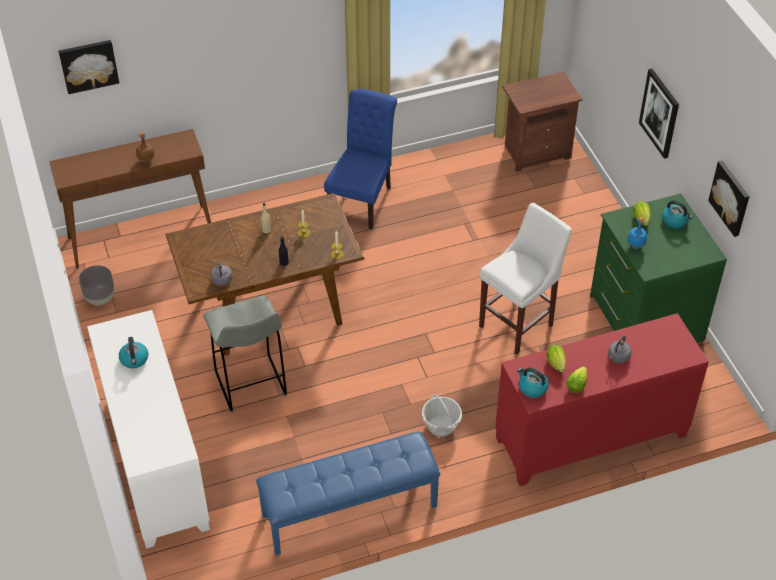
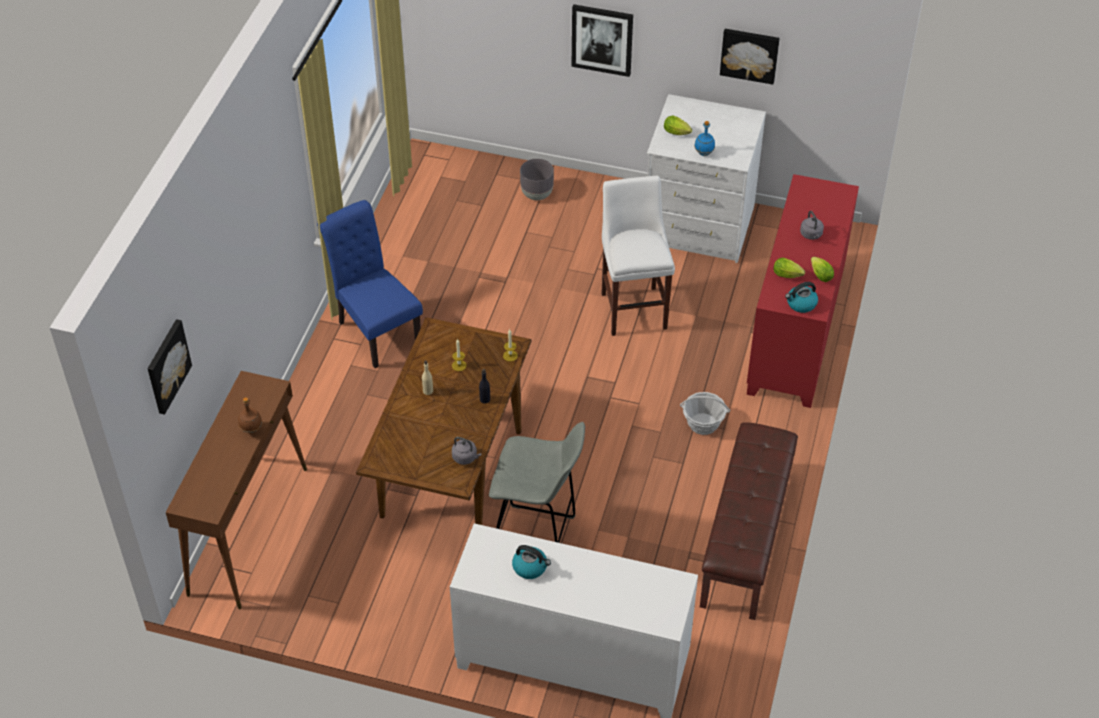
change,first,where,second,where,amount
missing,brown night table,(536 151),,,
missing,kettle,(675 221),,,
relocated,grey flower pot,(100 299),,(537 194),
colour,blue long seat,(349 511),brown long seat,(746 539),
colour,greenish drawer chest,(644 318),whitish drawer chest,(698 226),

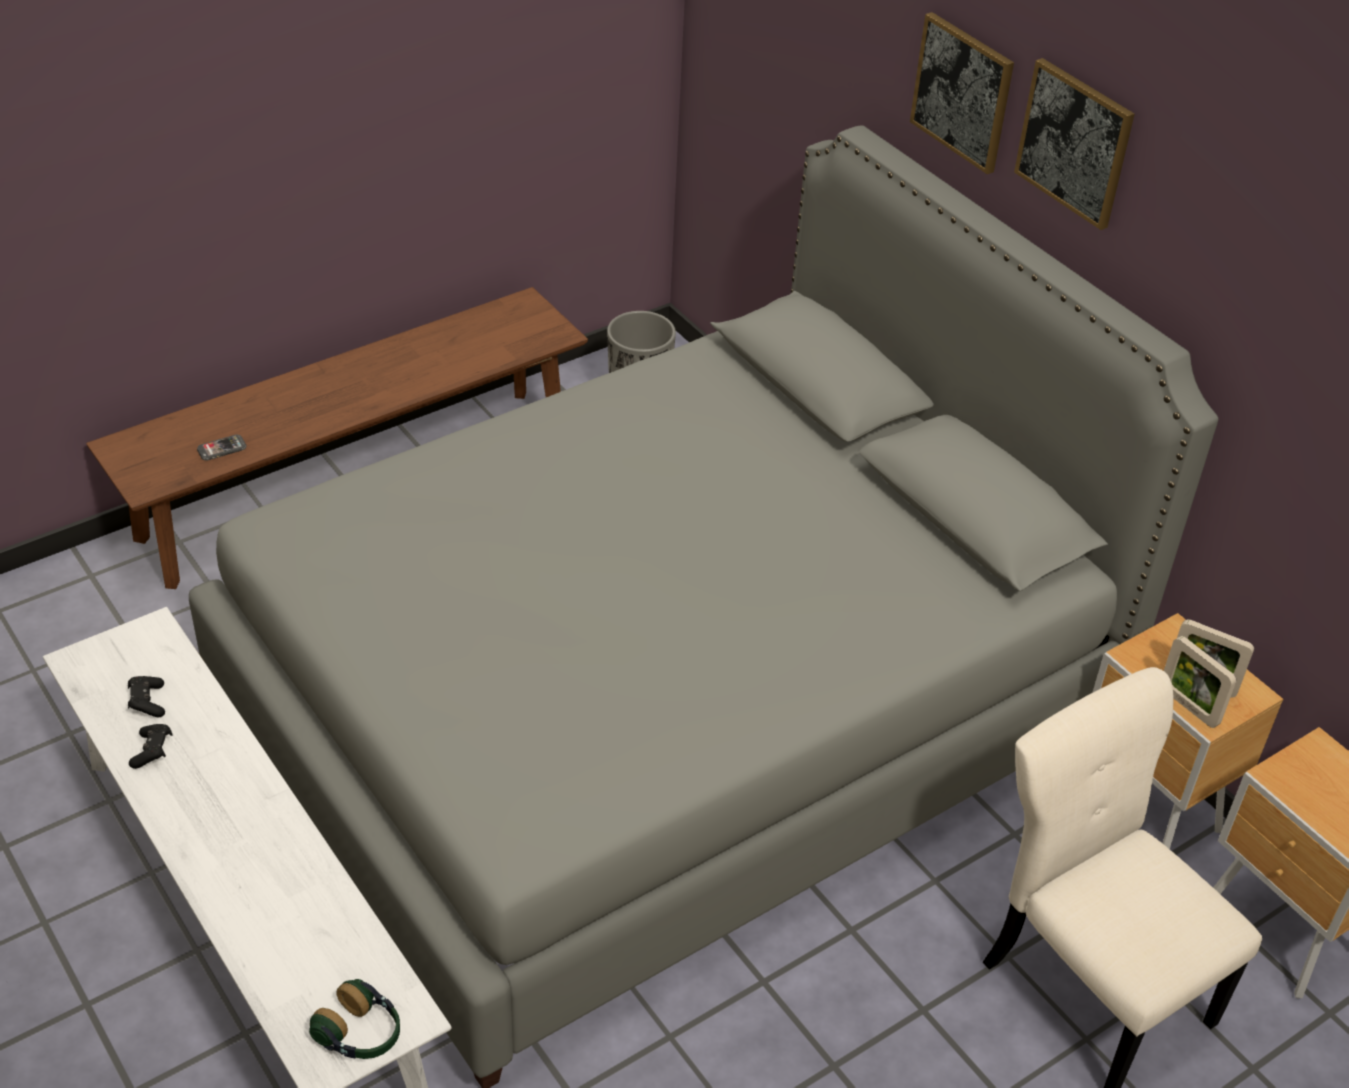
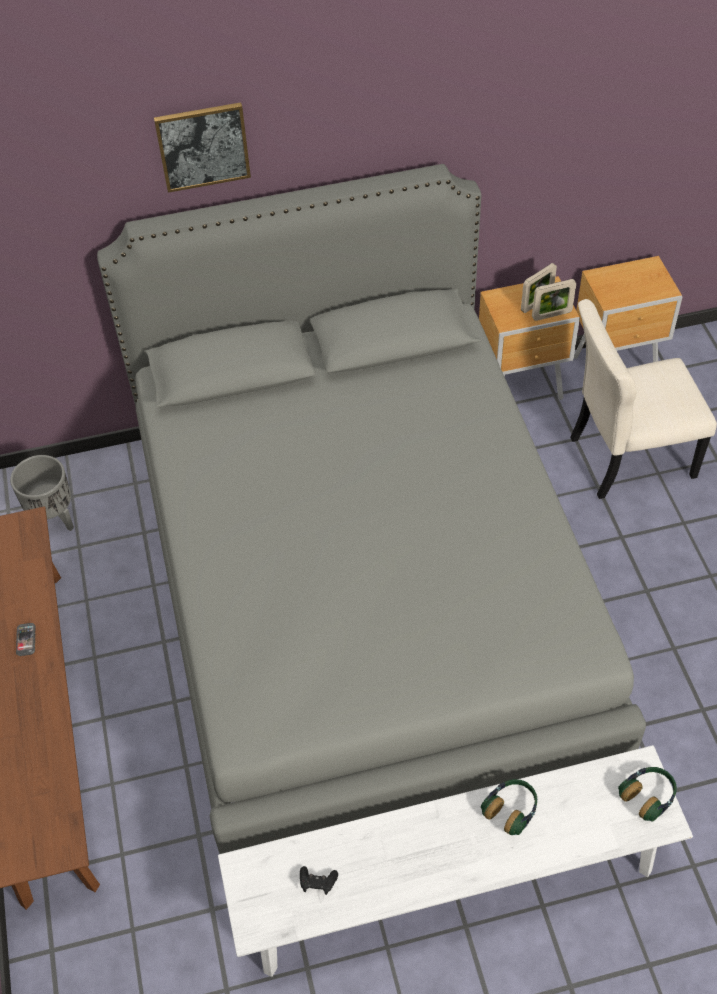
change,first,where,second,where,amount
missing,black-coloured joypad,(152 751),,,
missing,wall picture,(1075 143),,,
appeared,,,headset,(511 809),
relocated,phone,(222 449),,(26 640),

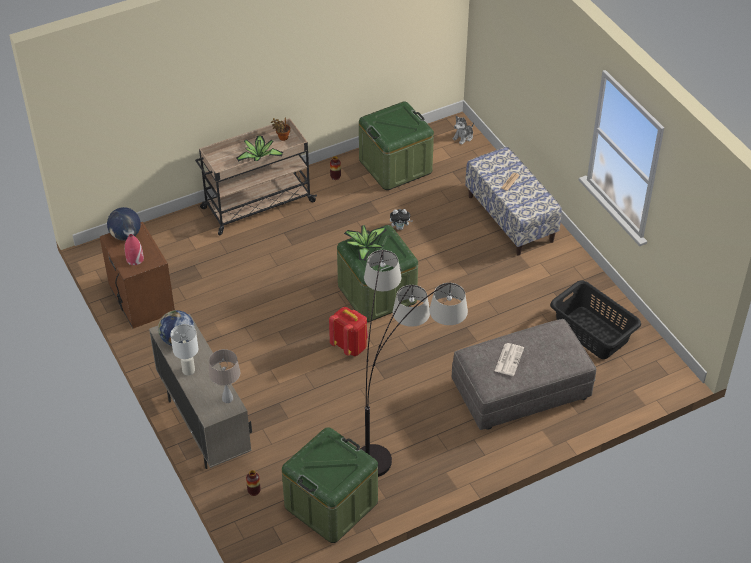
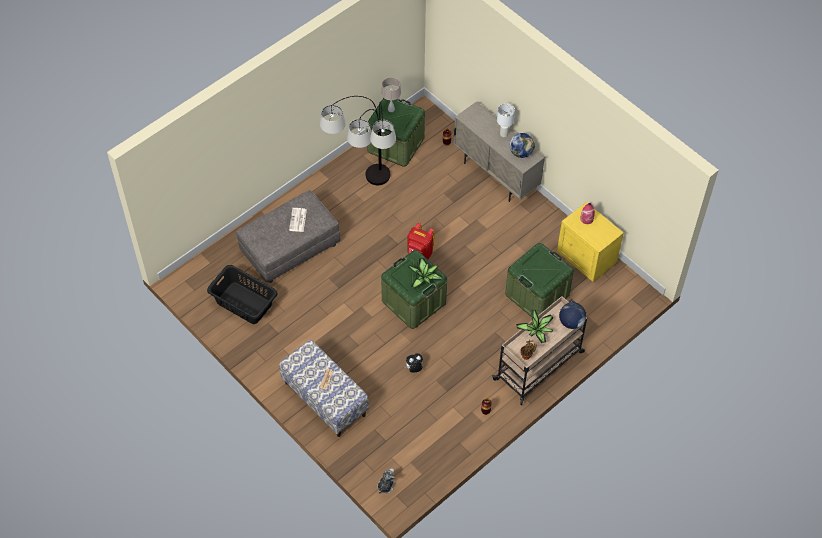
change,first,where,second,where,amount
relocated,world globe,(126 235),,(571 322),
relocated,beige table lamp,(227 398),,(391 109),
relocated,greenish storage box,(395 166),,(537 294),
colour,brown night table,(140 300),yellow-coloured night table,(587 258),

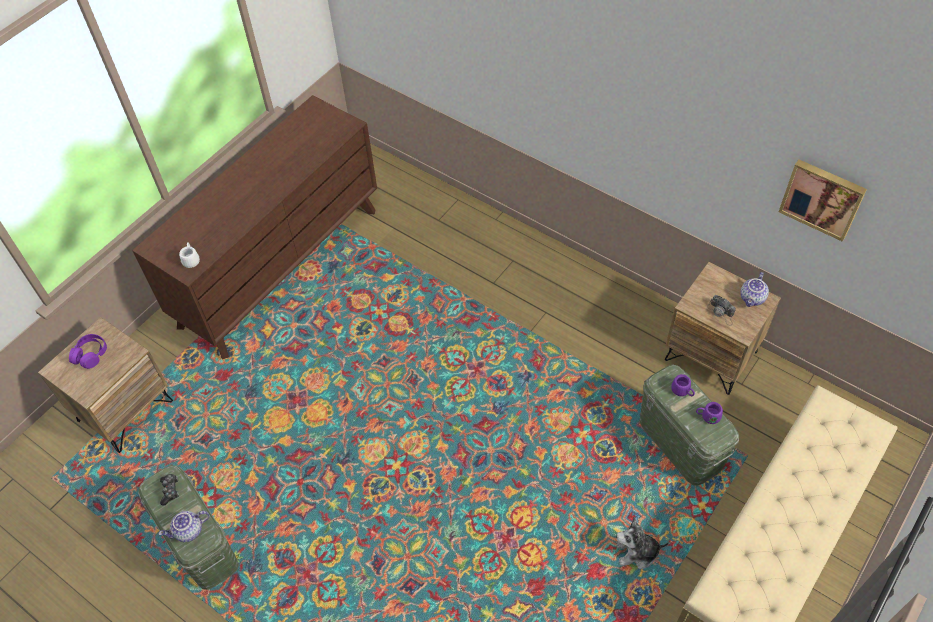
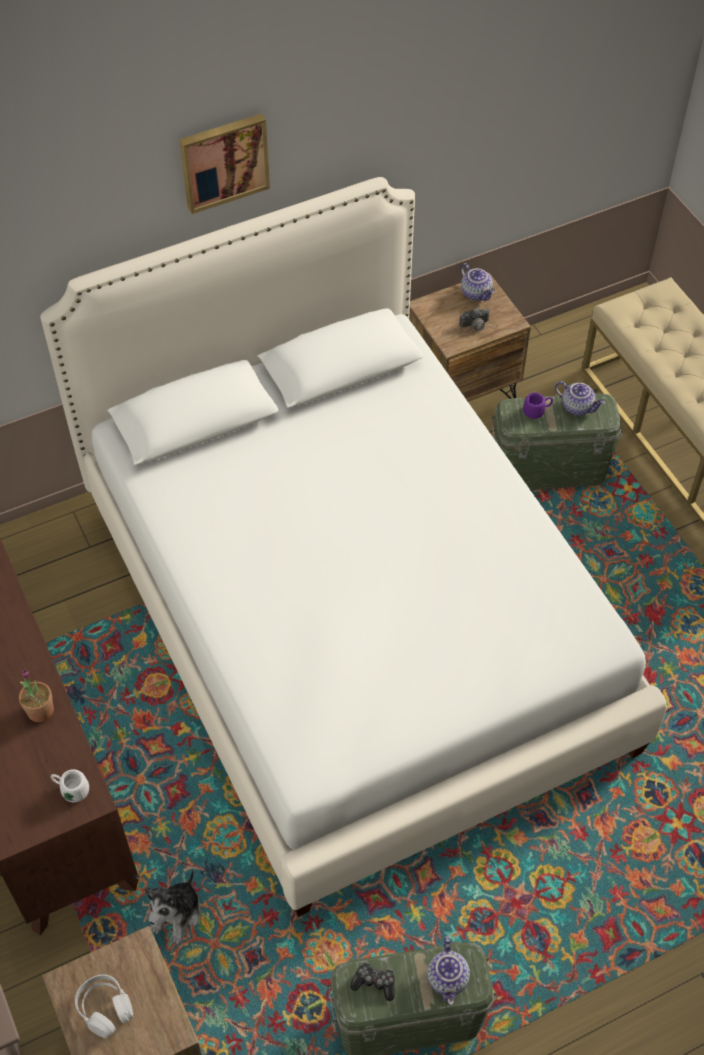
change,first,where,second,where,amount
appeared,,,plant in a pot,(40 711),
appeared,,,whitish bed,(352 618),
relocated,soft toy,(637 552),,(177 914),
relocated,wall picture,(822 198),,(223 161),
exchanged,purple tea mug,(707 416),teapot,(577 406),
colour,purple headset,(90 354),whitish headset,(105 1008),

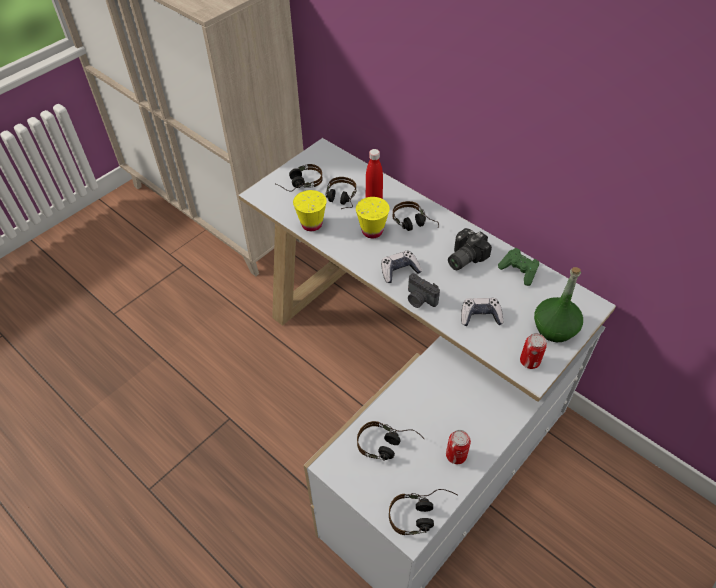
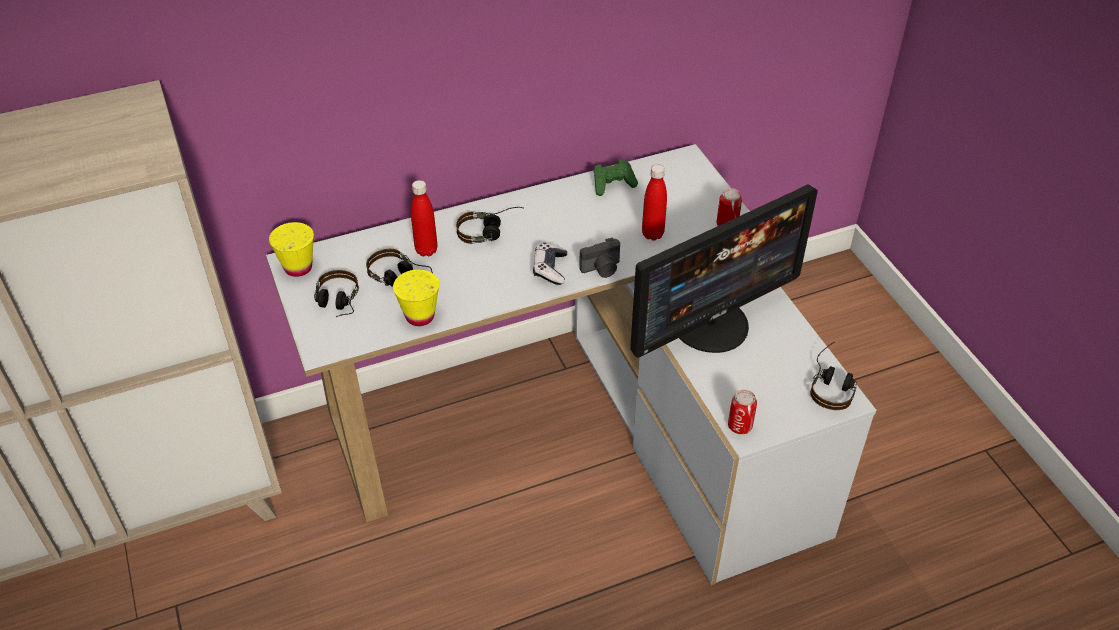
change,first,where,second,where,amount
missing,headset,(389 446),,,
missing,still camera,(463 257),,,
missing,greenish bottle,(554 328),,,
appeared,,,computer screen,(711 324),
relocated,yellow-coloured cup,(372 231),,(298 267),
relocated,sealed can,(456 455),,(739 426),
exchanged,joypad,(480 316),reddish bottle,(652 234),

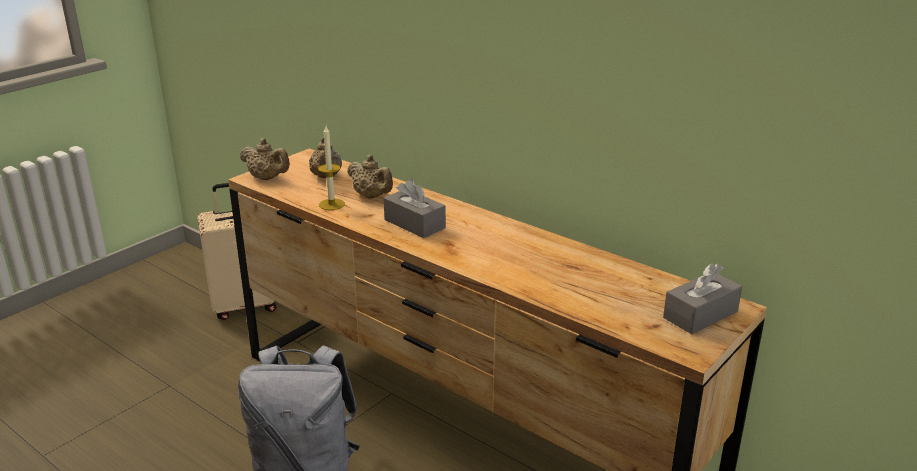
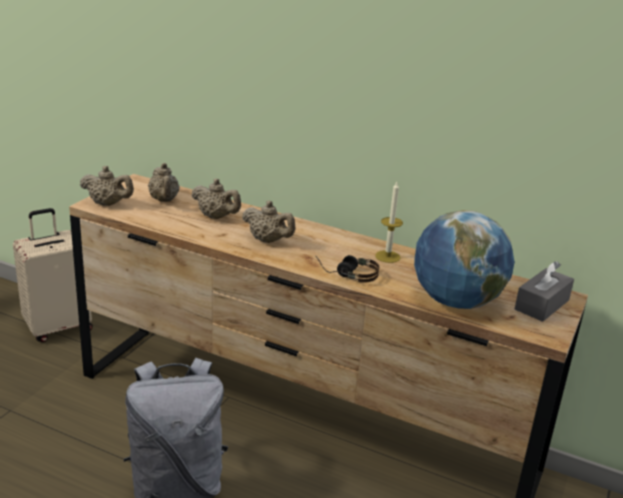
change,first,where,second,where,amount
appeared,,,headset,(347 274),
appeared,,,world globe,(456 302),
relocated,wax candle,(331 204),,(387 256),
exchanged,grey tissue holder,(414 224),beige teapot,(268 240),

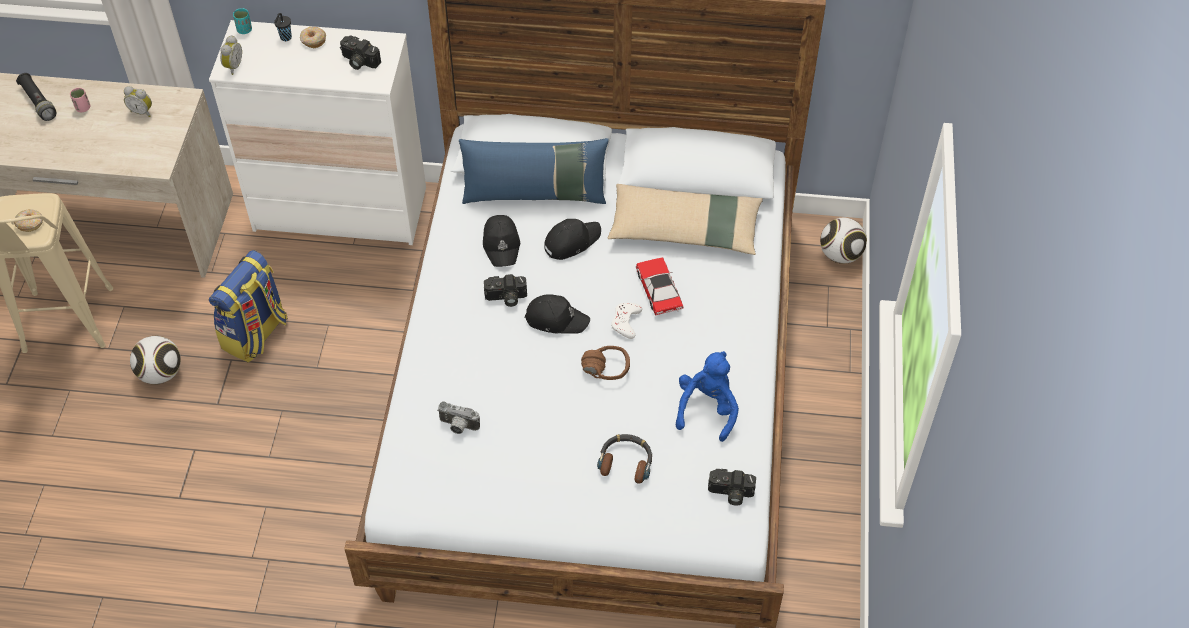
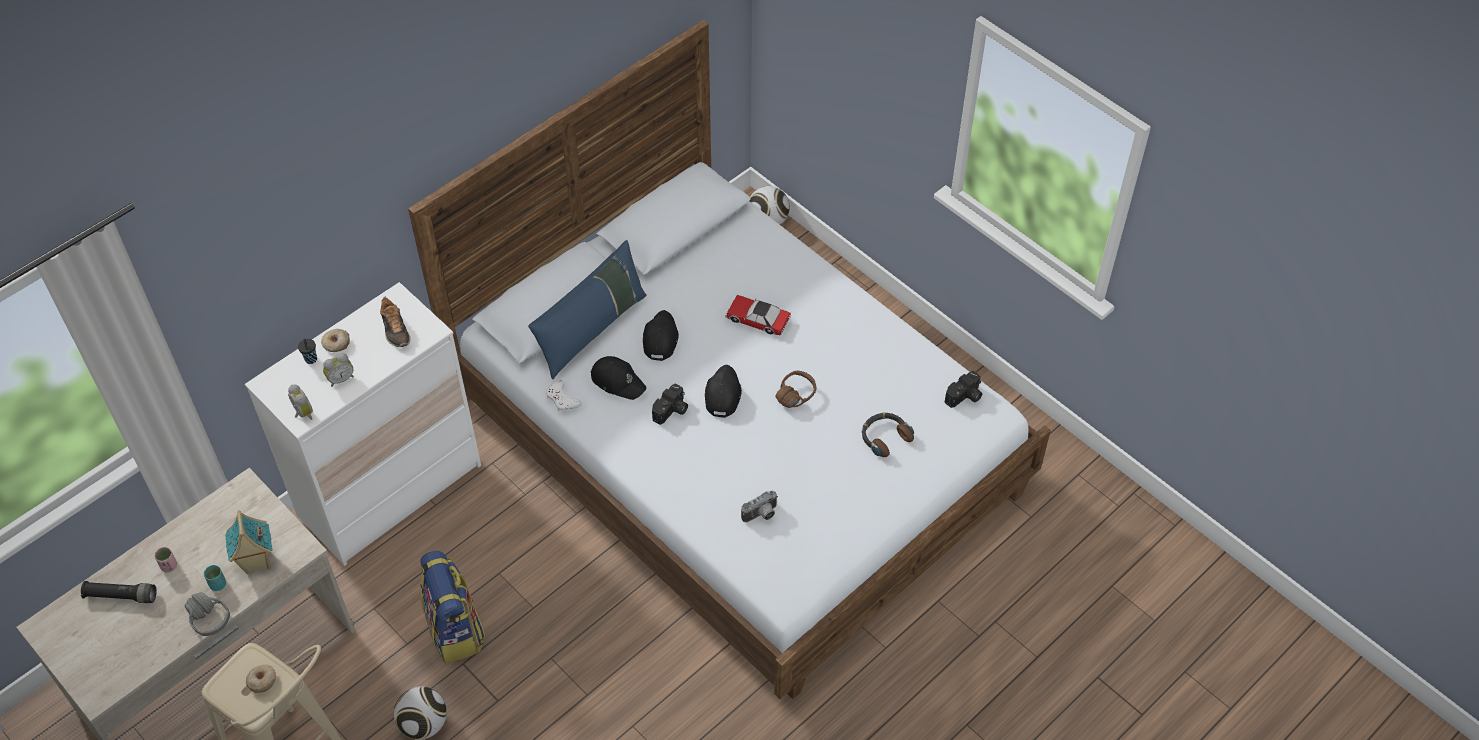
change,first,where,second,where,amount
missing,beige throw pillow,(685 229),,,
missing,blue soft toy,(707 408),,,
appeared,,,grey headset,(215 613),
appeared,,,model house,(256 562),
relocated,alarm clock,(142 111),,(340 378),
relocated,blue-green cup,(244 30),,(218 584),
relocated,whitish joypad,(626 322),,(562 399),
exchanged,still camera,(358 61),shoe,(395 329),
spun,black-coloured peaked cap,(556 319),,(722 394),45 degrees counterclockwise

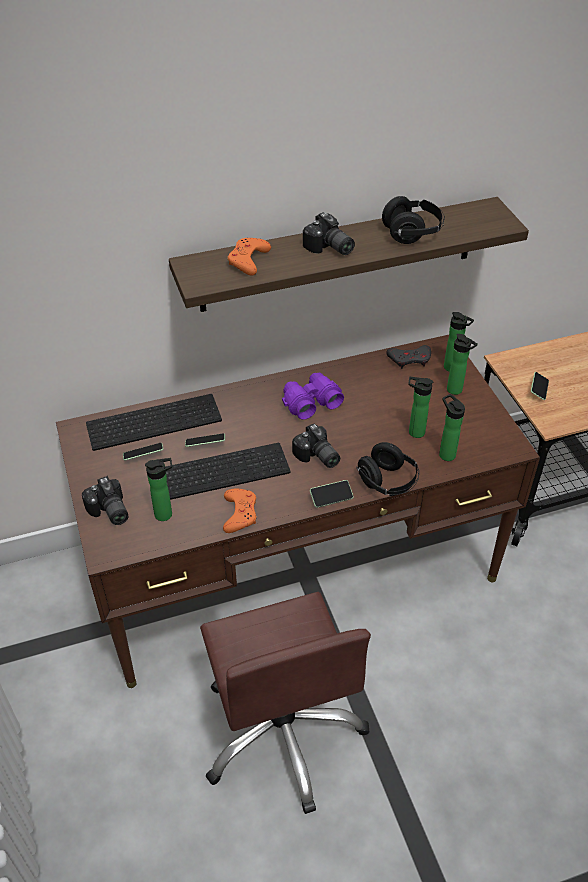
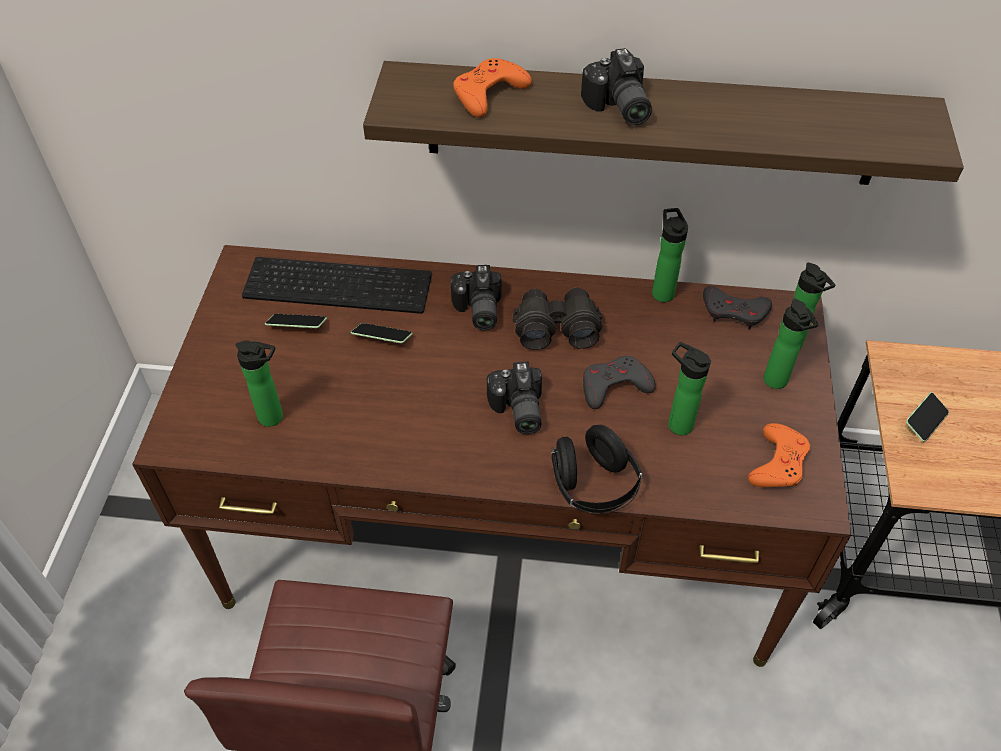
change,first,where,second,where,amount
missing,keyboard,(219 470),,,
missing,phone,(331 497),,,
missing,black-coloured headset,(412 233),,,
appeared,,,grey joypad,(614 386),
relocated,still camera,(108 512),,(476 310),
relocated,orange-coloured joypad,(240 513),,(778 462),
relocated,bottle,(445 453),,(662 291),
colour,purple field glasses,(310 402),black-coloured field glasses,(556 327),

